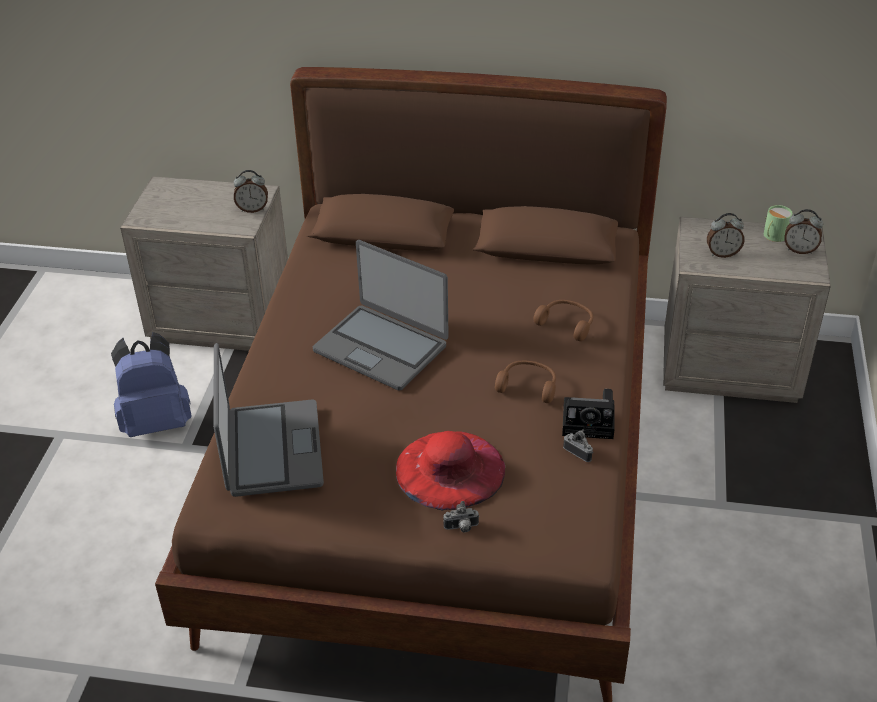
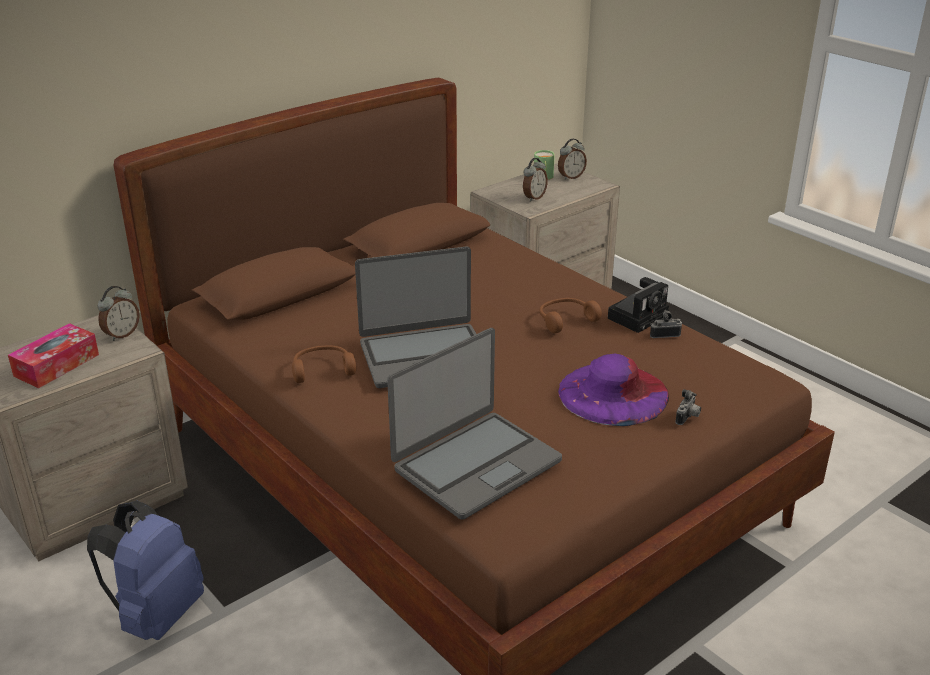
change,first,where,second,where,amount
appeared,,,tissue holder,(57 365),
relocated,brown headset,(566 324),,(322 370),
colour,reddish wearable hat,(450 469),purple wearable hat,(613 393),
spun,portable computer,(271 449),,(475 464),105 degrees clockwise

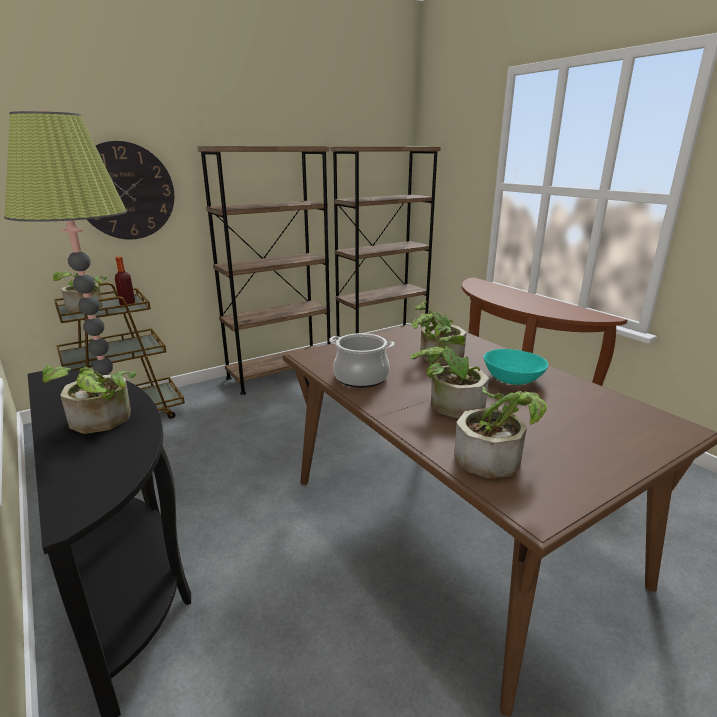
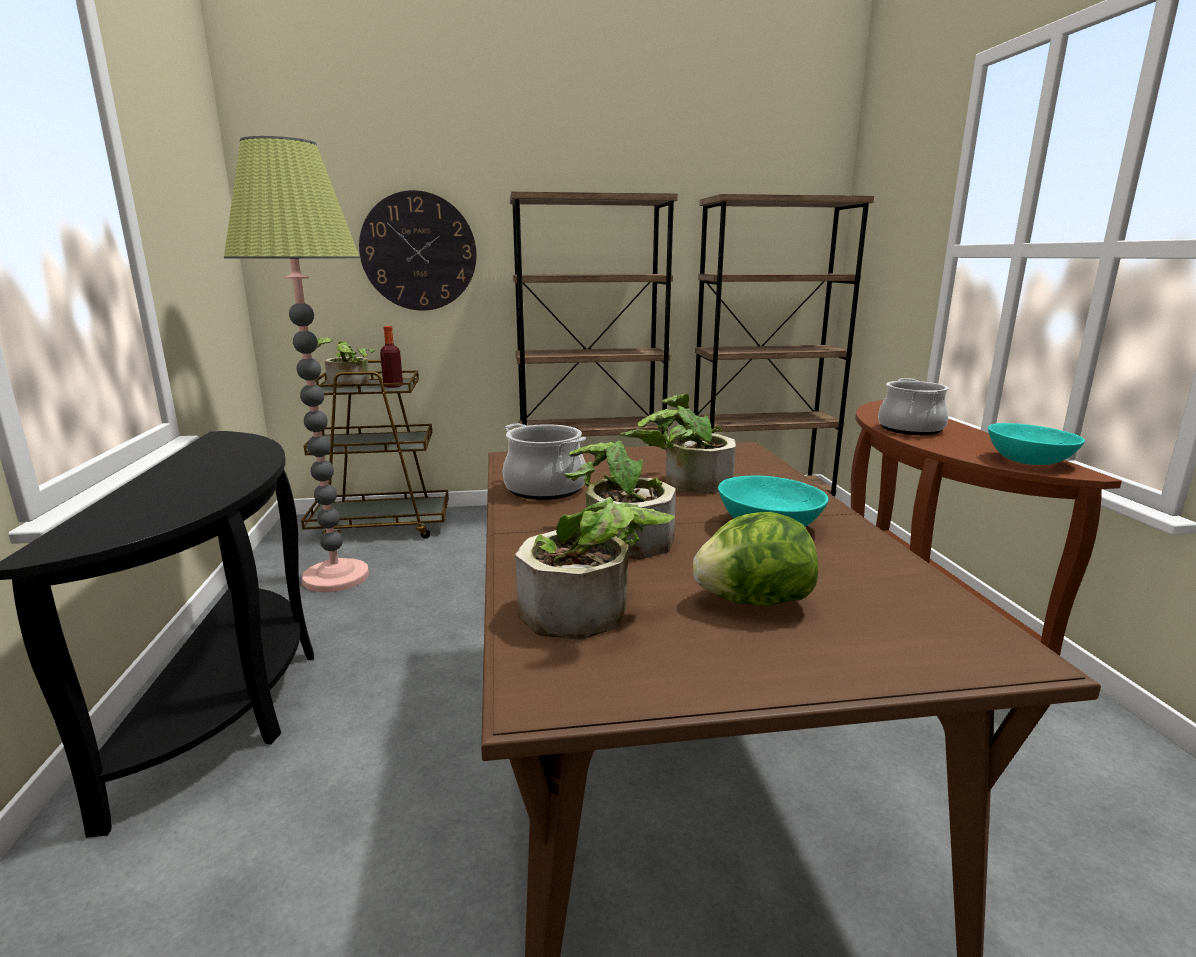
change,first,where,second,where,amount
missing,plant in a pot,(101 422),,,
appeared,,,head of lettuce,(752 601),
appeared,,,saucepot,(910 429),
appeared,,,blue-green deep dish,(1028 461),

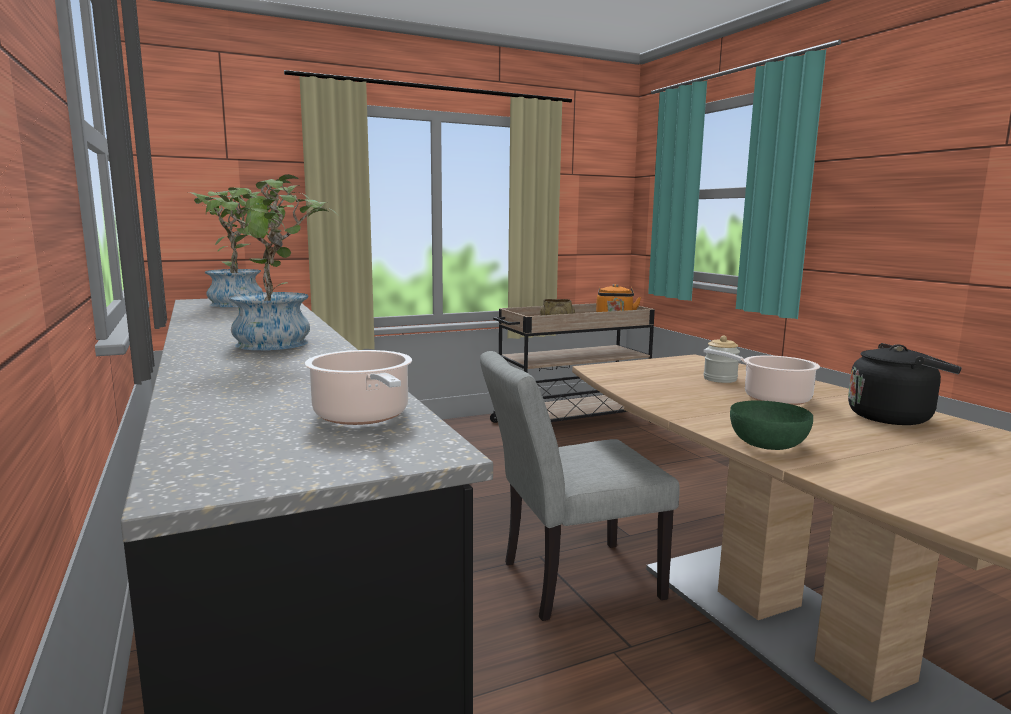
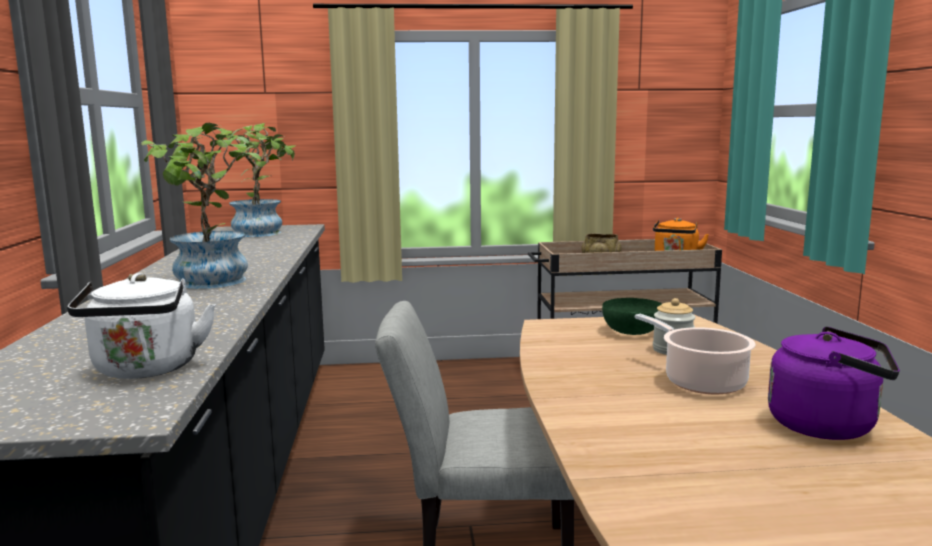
change,first,where,second,where,amount
relocated,greenish deep dish,(768 444),,(632 331),
exchanged,saucepot,(363 416),whitish kettle,(146 370),
colour,black-coloured kettle,(894 417),purple kettle,(828 426),

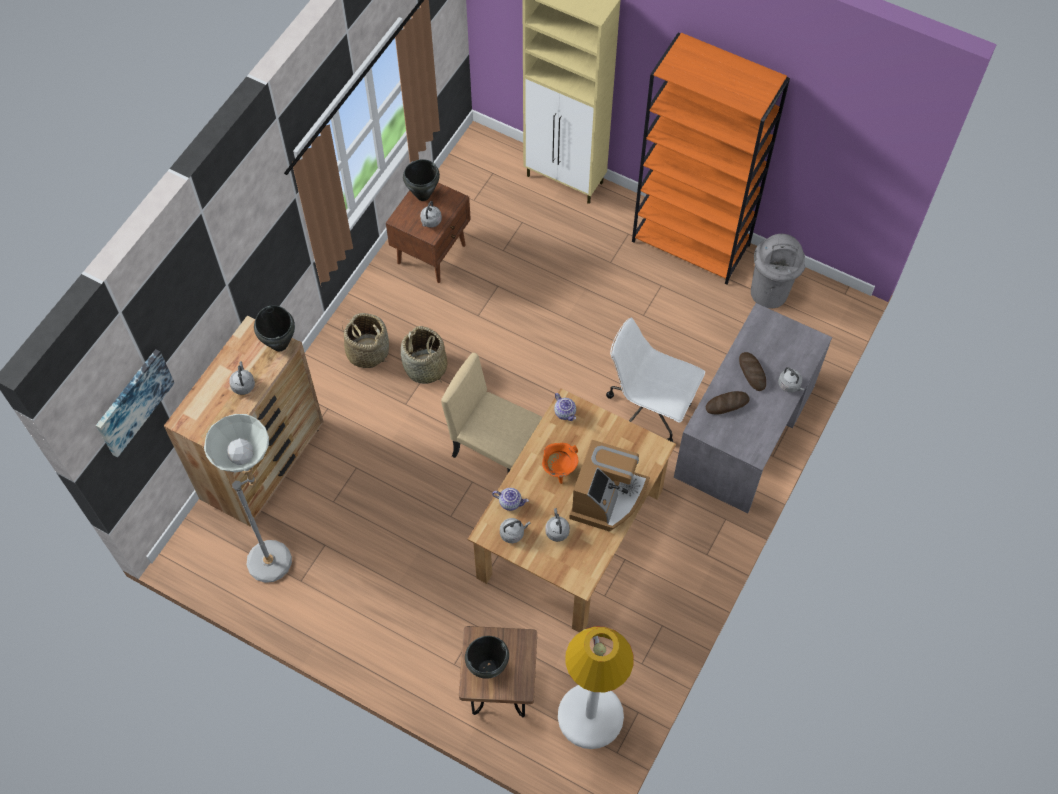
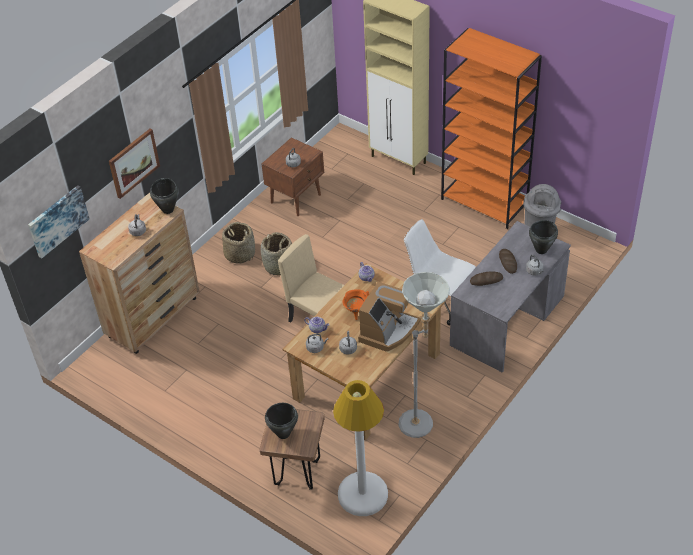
change,first,where,second,where,amount
appeared,,,wall picture,(133 162),
relocated,grey standard lamp,(278 556),,(422 421),
relocated,black-coloured saucepot,(422 195),,(541 250),

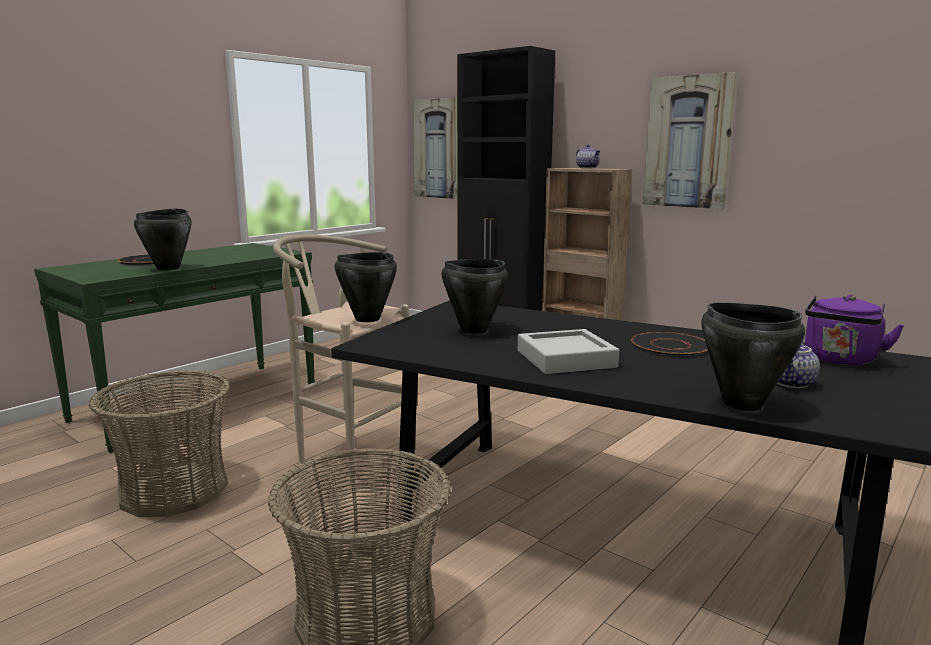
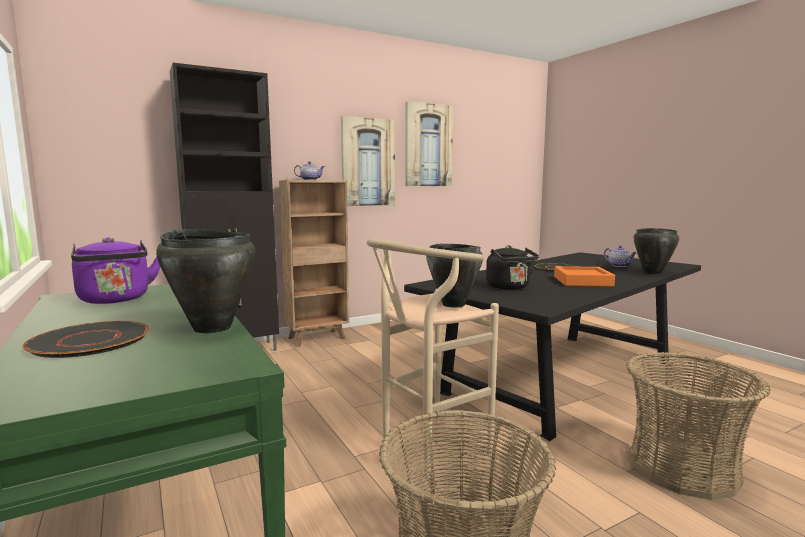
change,first,where,second,where,amount
relocated,wall picture,(439 149),,(428 145),
relocated,purple kettle,(840 360),,(116 300),
exchanged,black-coloured saucepot,(473 330),black-coloured kettle,(509 287),
colour,grey carrying tray,(566 359),orange-coloured carrying tray,(582 281),

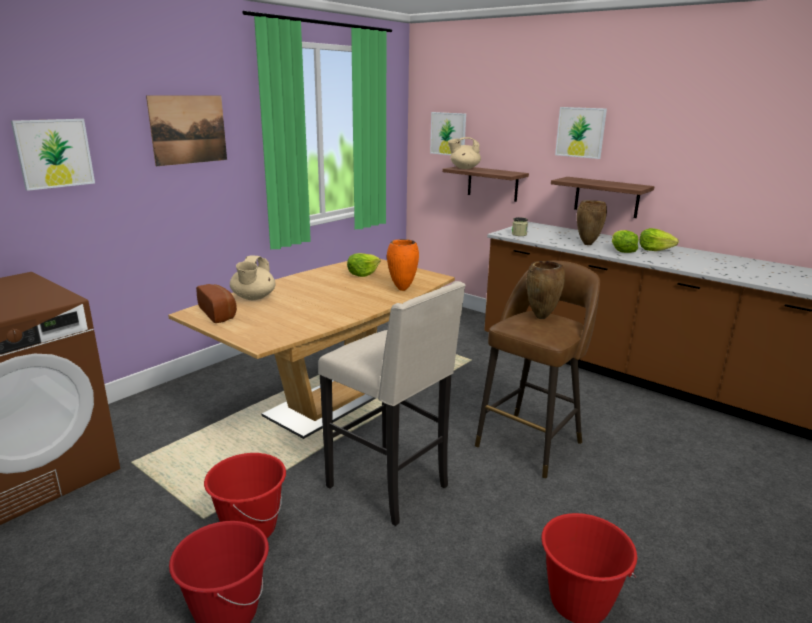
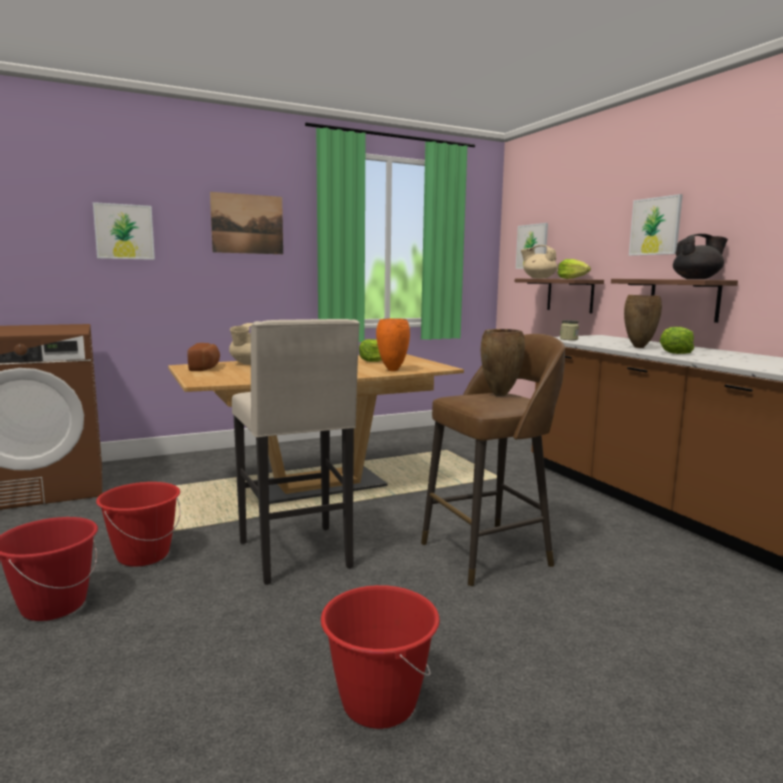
change,first,where,second,where,amount
appeared,,,black-coloured teapot,(697 279),
relocated,head of lettuce,(654 250),,(572 279),

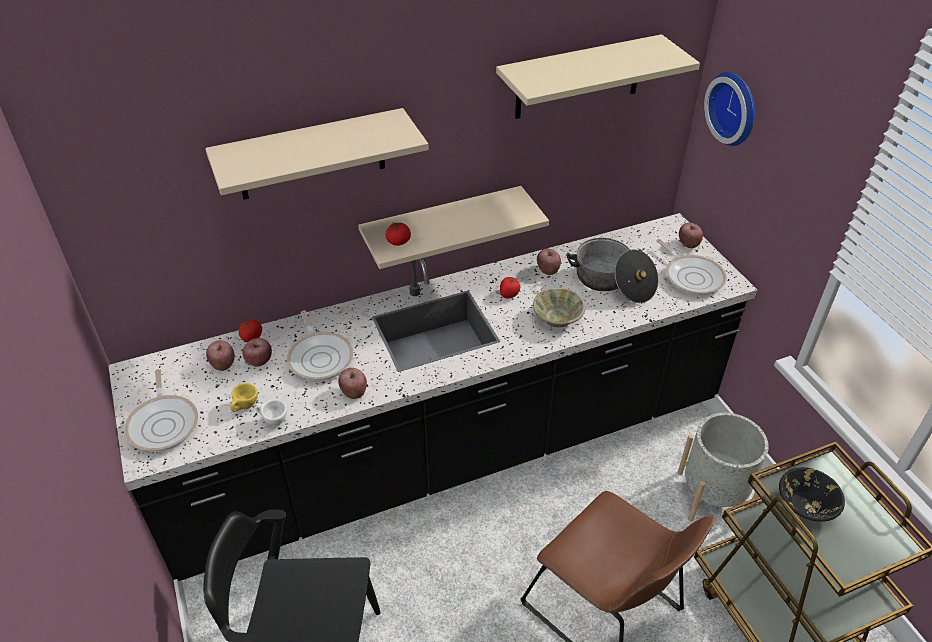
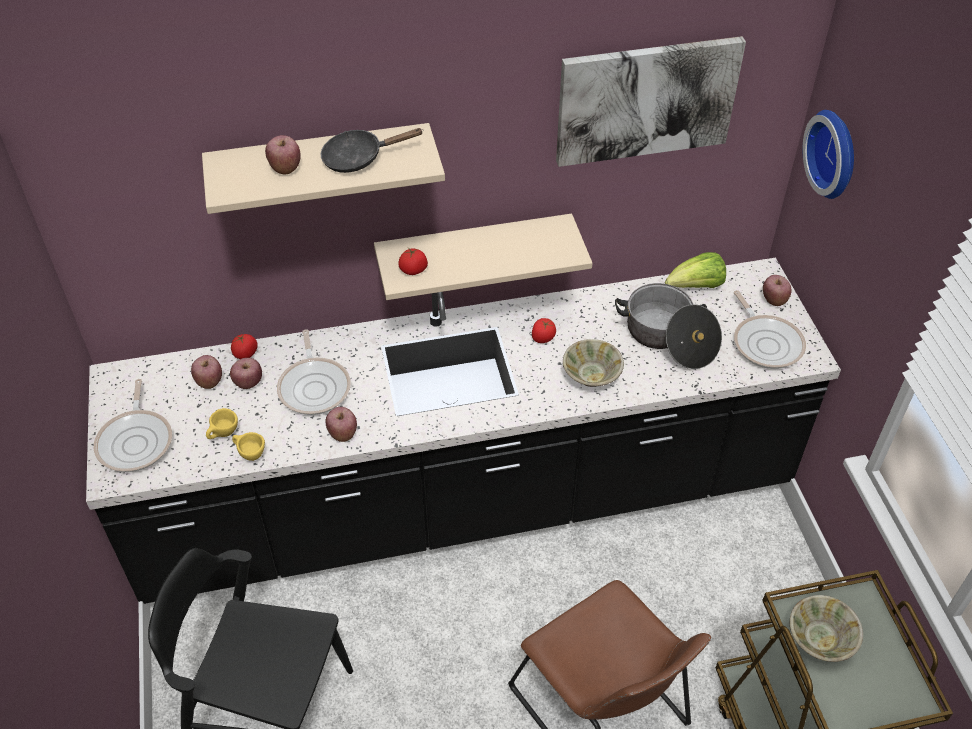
change,first,where,second,where,amount
missing,grey flower pot,(712 495),,,
appeared,,,black-coloured skillet,(359 158),
appeared,,,head of lettuce,(695 287),
relocated,apple,(548 270),,(285 168),
exchanged,beige wall shelf,(578 77),wall picture,(646 100),
colour,whitish cup,(272 421),yellow-coloured cup,(249 455),
colour,black-coloured deep dish,(805 506),beige deep dish,(820 639),

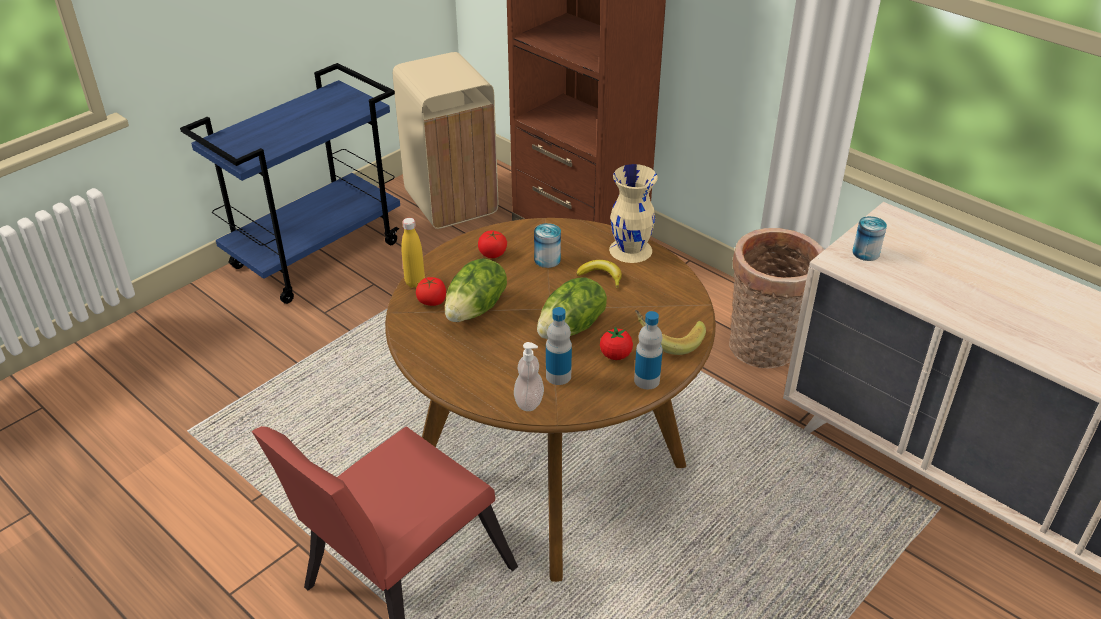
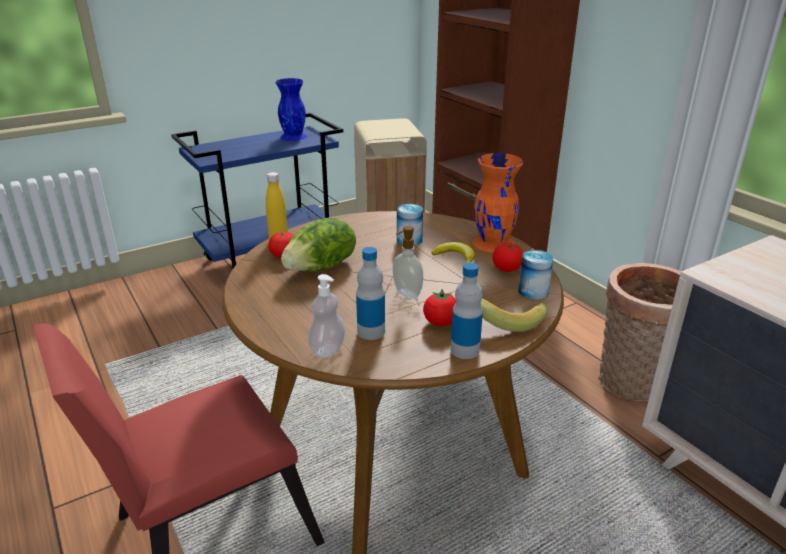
change,first,where,second,where,amount
appeared,,,blue decorative vase,(293 136),
relocated,fresh tomato,(492 254),,(507 268),
relocated,sealed can,(865 253),,(533 292),
exchanged,head of lettuce,(572 328),soap bottle,(406 294),
colour,beige decorative vase,(631 250),orange-coloured decorative vase,(494 242),

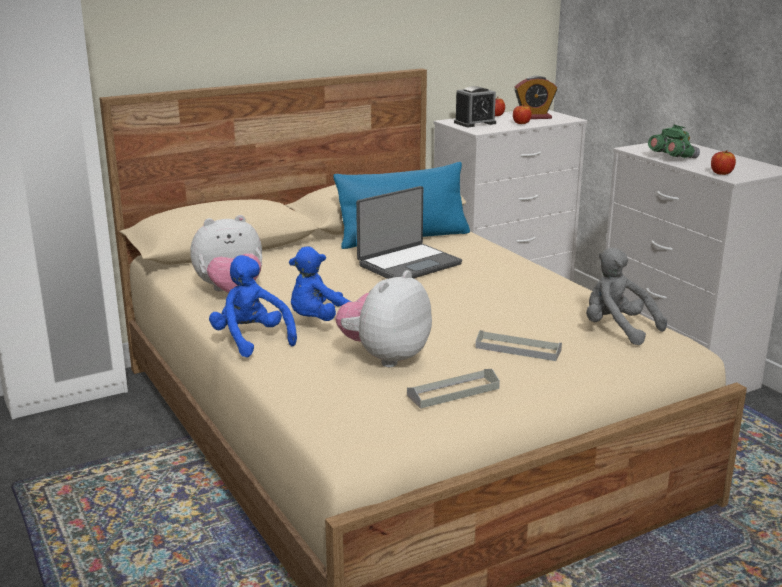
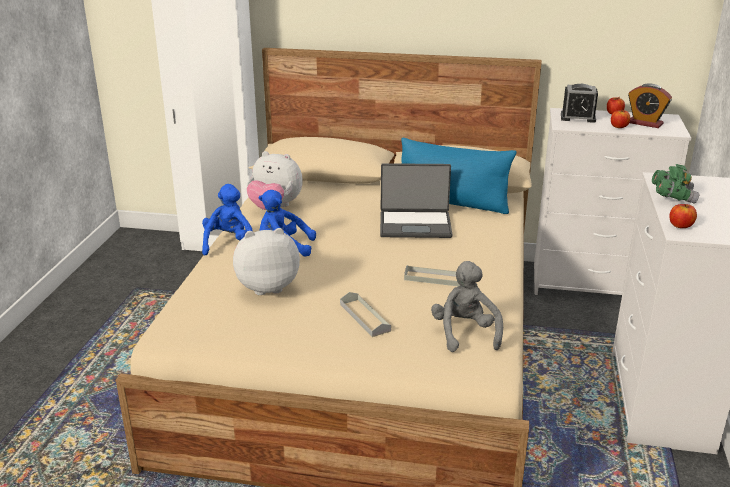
change,first,where,second,where,amount
relocated,grey carrying tray,(453 392),,(436 279),

